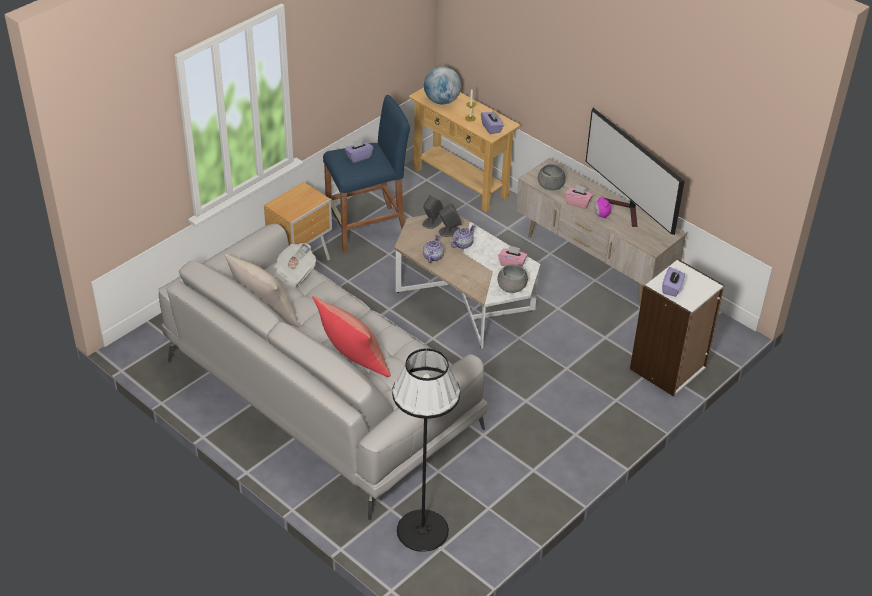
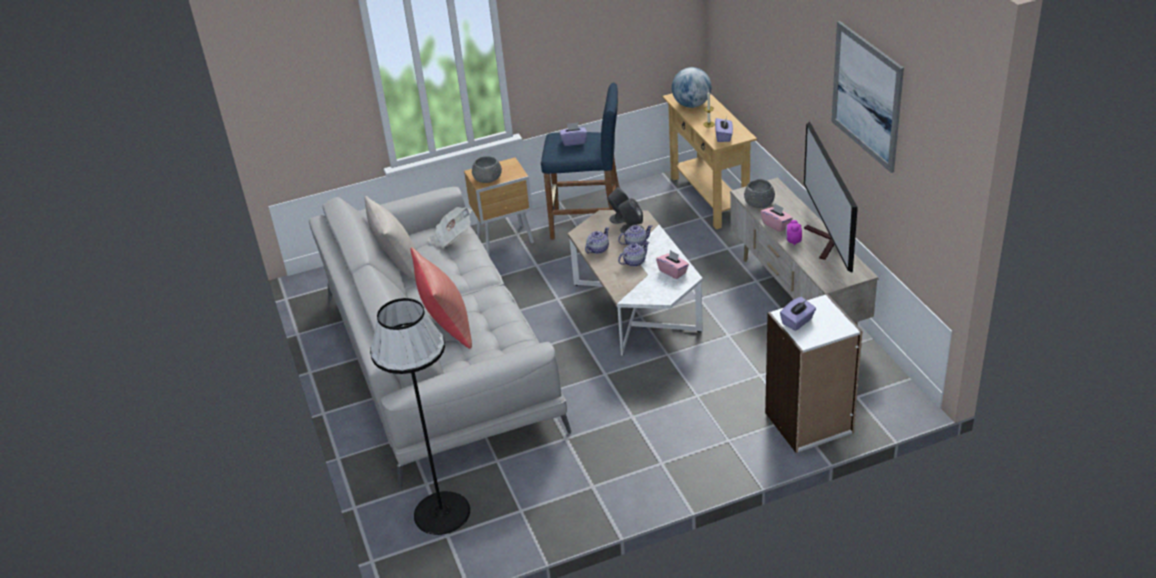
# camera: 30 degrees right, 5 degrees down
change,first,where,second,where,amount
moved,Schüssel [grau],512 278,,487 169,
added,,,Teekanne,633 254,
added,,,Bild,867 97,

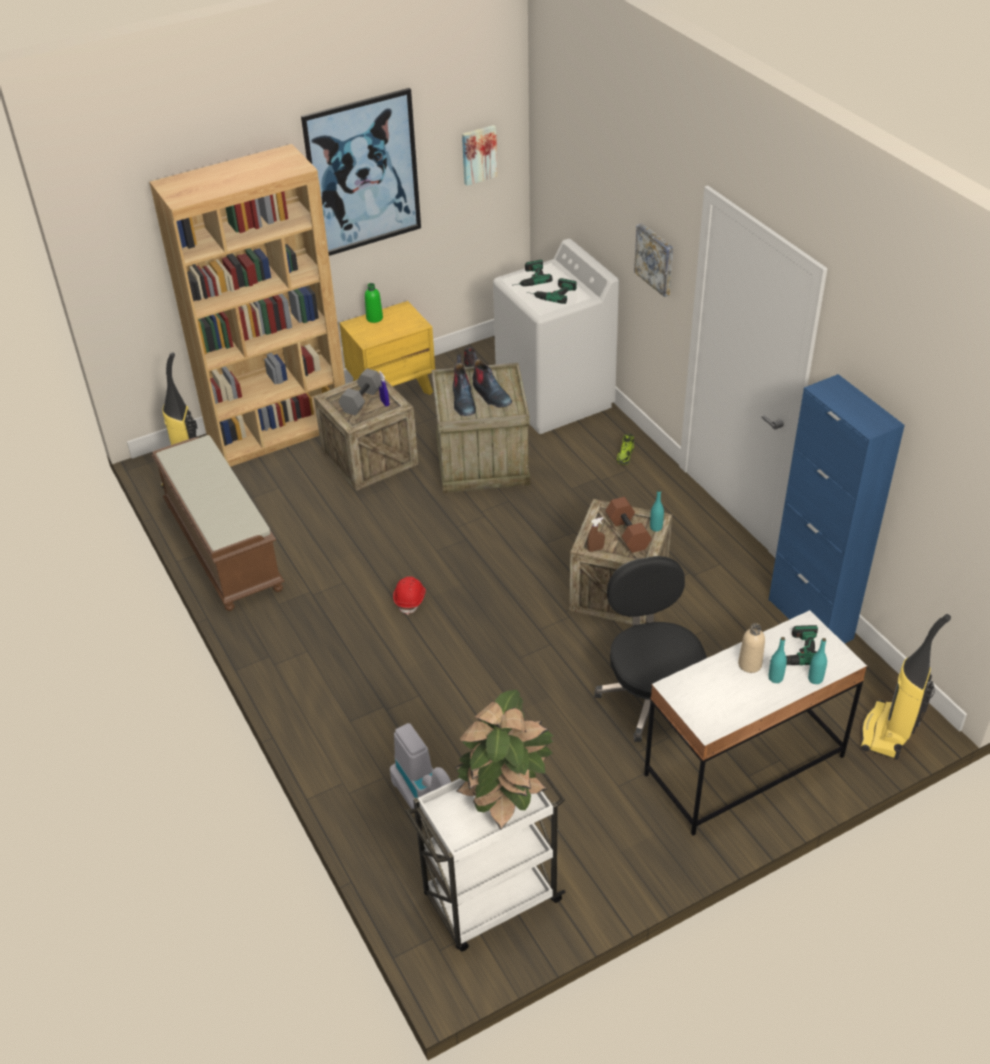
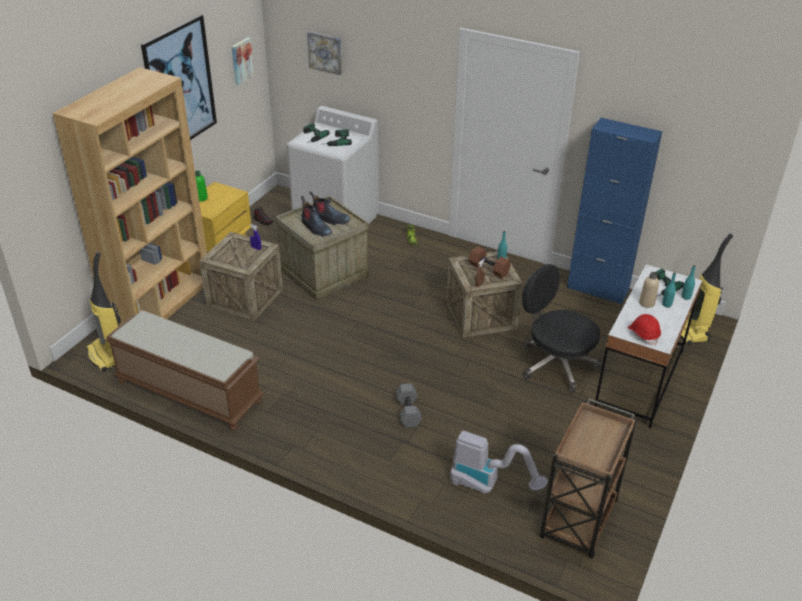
# camera: 35 degrees left, 5 degrees down
change,first,where,second,where,amount
moved,Bild,653 260,,324 53,
moved,Hantel [grau],360 391,,409 405,
recoloured,Rollwagen [weiß],485 862,Rollwagen [braun],588 478,
moved,Schutzhelm [rot],409 595,,644 329,
removed,Topfpflanze,504 760,,,

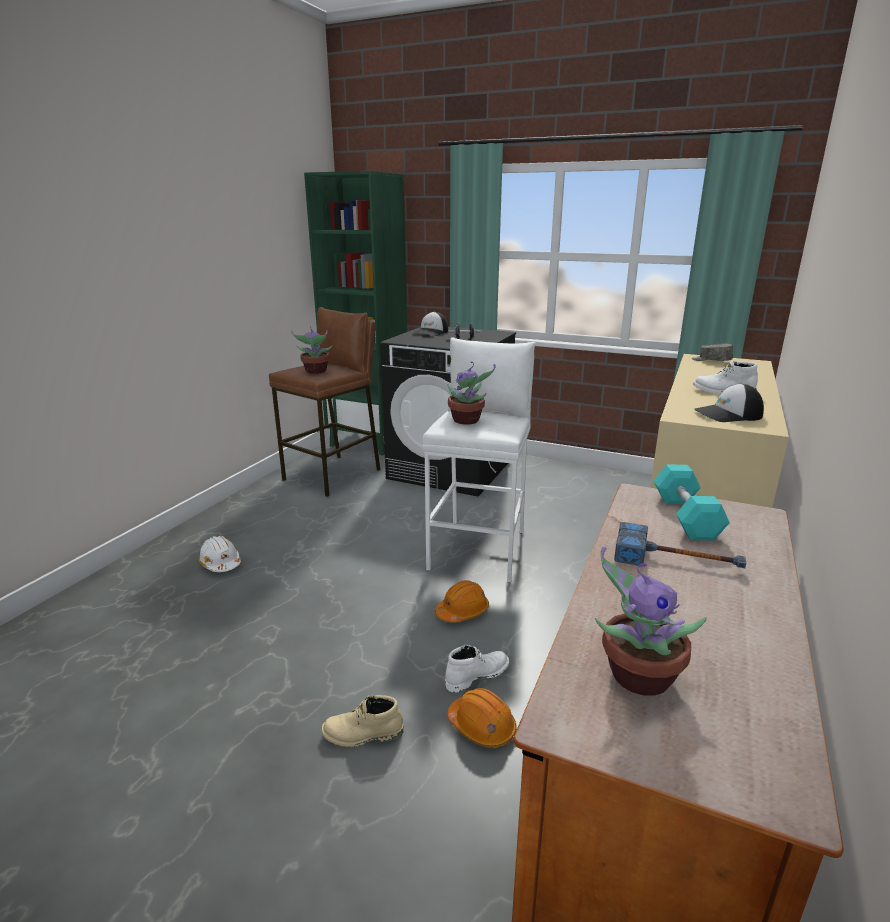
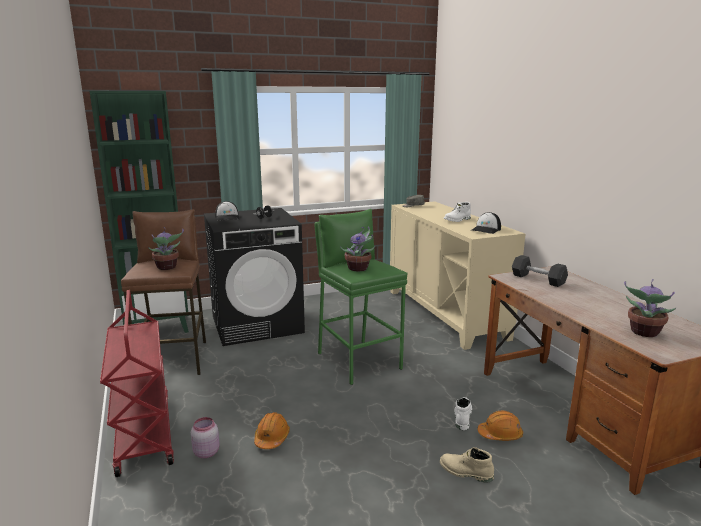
# camera: 45 degrees left, 5 degrees down
change,first,where,second,where,amount
added,,,Rollwagen [rot],137 383,
replaced,Schutzhelm [weiß],219 554,Vorratsglas [rosa],205 437,
moved,Schutzhelm [orange],462 601,,272 430,
recoloured,Hocker [weiß],479 460,Hocker [grün],360 297,
turned,Stiefel [beige],362 721,,467 465,75 degrees clockwise
recoloured,Hantel [türkis],692 502,Hantel [grau],540 271,
removed,Hammer,680 545,,,

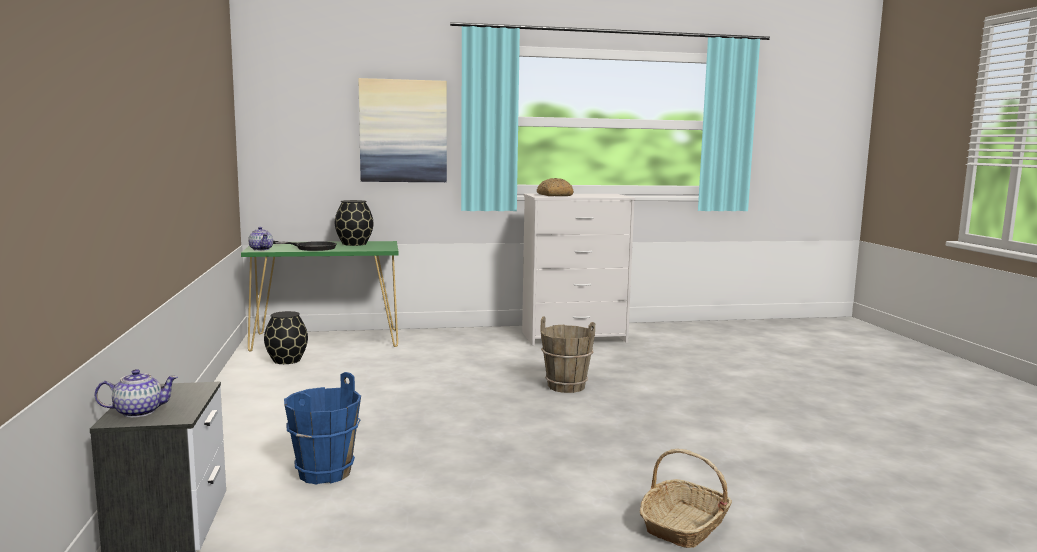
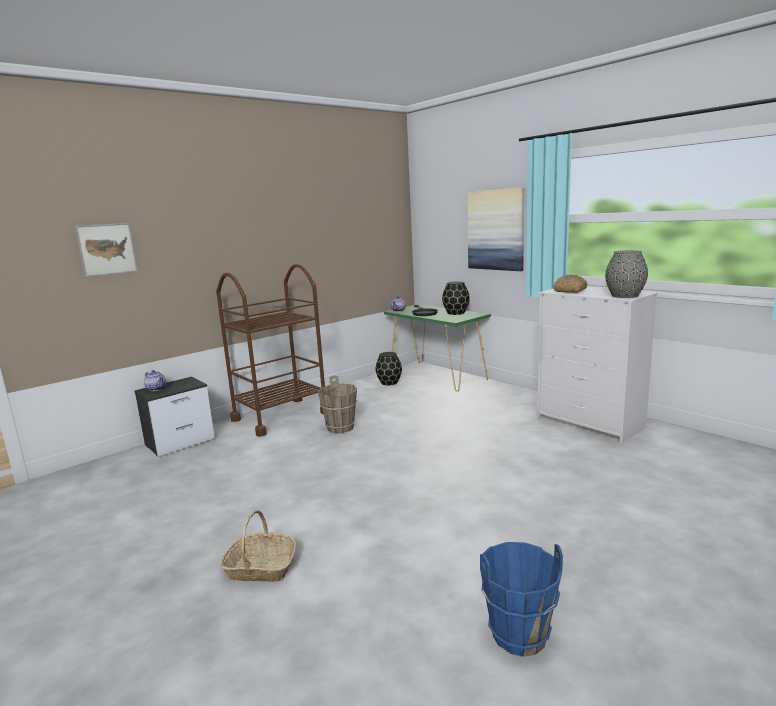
# camera: 60 degrees right, 5 degrees up
change,first,where,second,where,amount
added,,,Bild,106 250,
added,,,Rollwagen [braun],270 350,
moved,Eimer [braun],568 354,,337 405,
moved,Eimer [blau],322 428,,521 599,
added,,,Vase [grau],626 274,

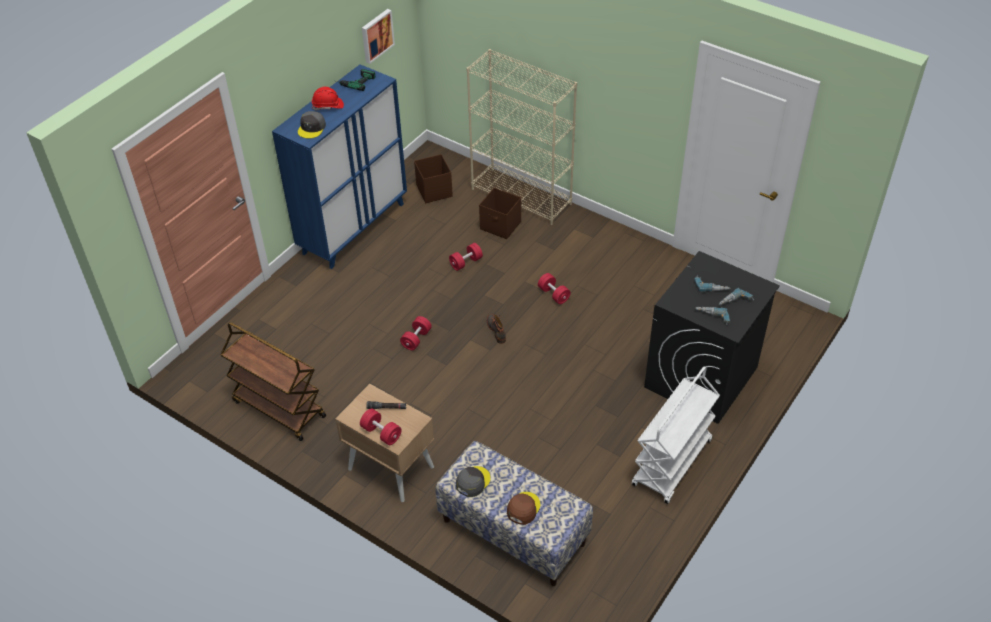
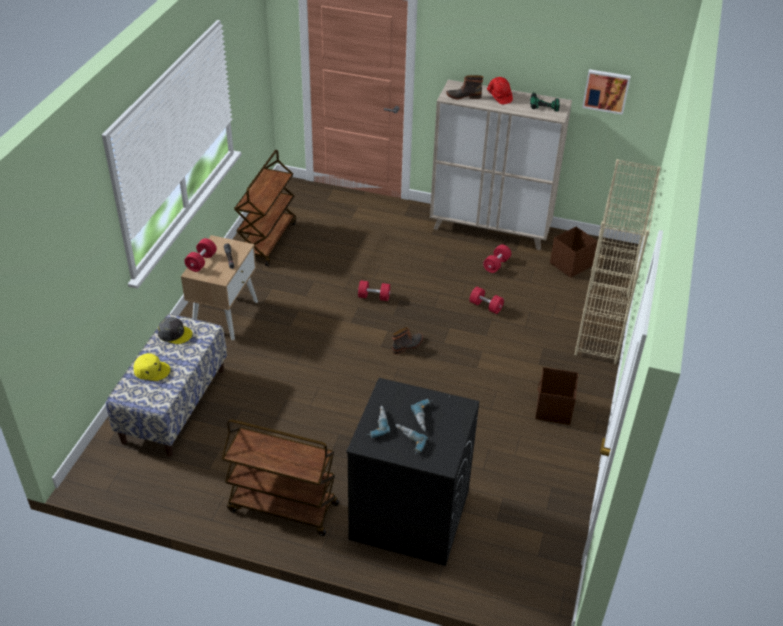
# camera: 70 degrees right, 5 degrees down
change,first,where,second,where,amount
recoloured,Kappe [braun],523 508,Kappe [gelb],152 367,
recoloured,Rollwagen [weiß],676 435,Rollwagen [braun],280 477,
recoloured,Schrank [blau],339 166,Schrank [beige],501 165,
replaced,Kappe [grau],312 125,Stiefel,464 87,
moved,Hantel [rot],554 288,,497 259,
moved,Aufbewahrungsbox [braun],500 213,,556 396,

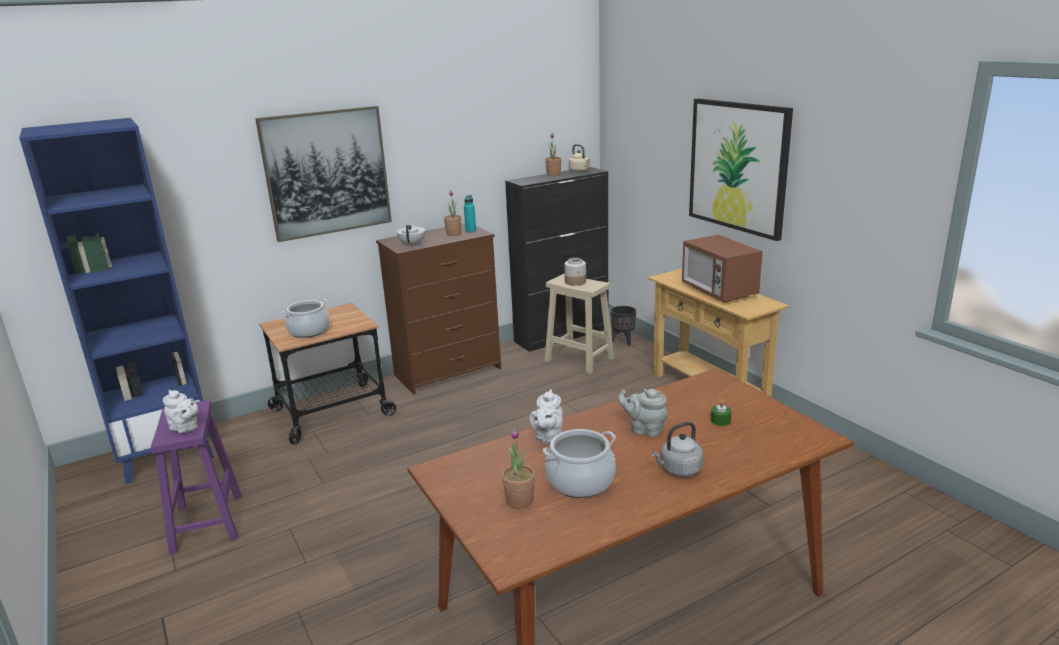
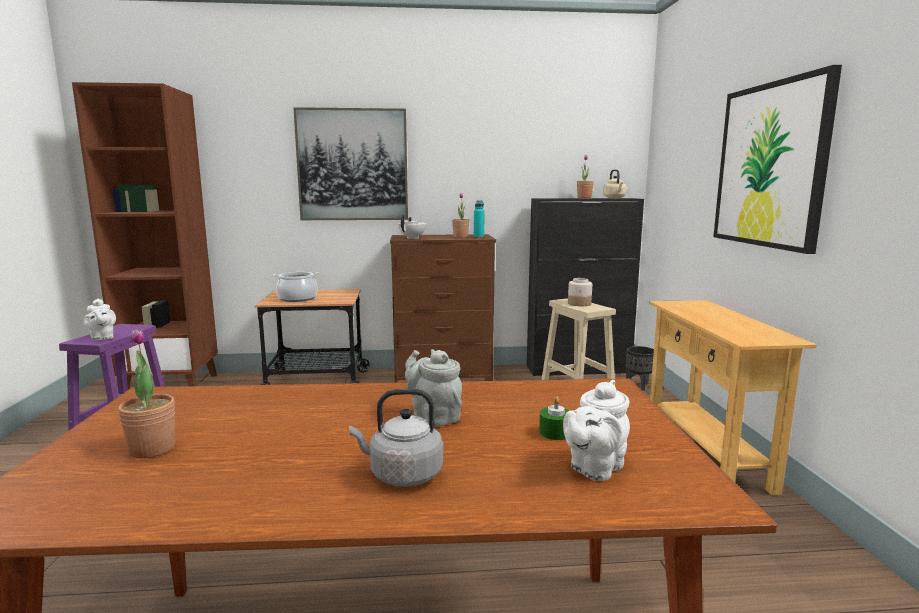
# camera: 25 degrees right, 10 degrees down
change,first,where,second,where,amount
recoloured,Bücherregal [blau],116 301,Bücherregal [braun],145 236,
moved,Teekanne [weiß],546 416,,596 430,
removed,Kochtopf,579 463,,,
removed,Mikrowelle,722 268,,,

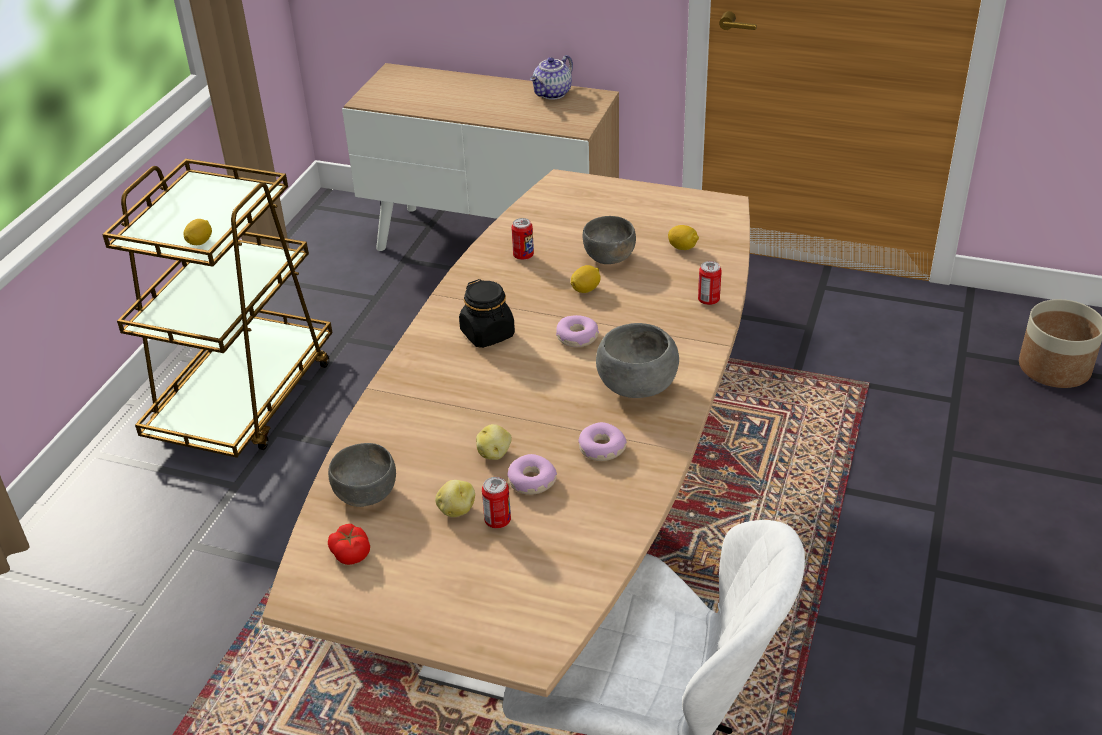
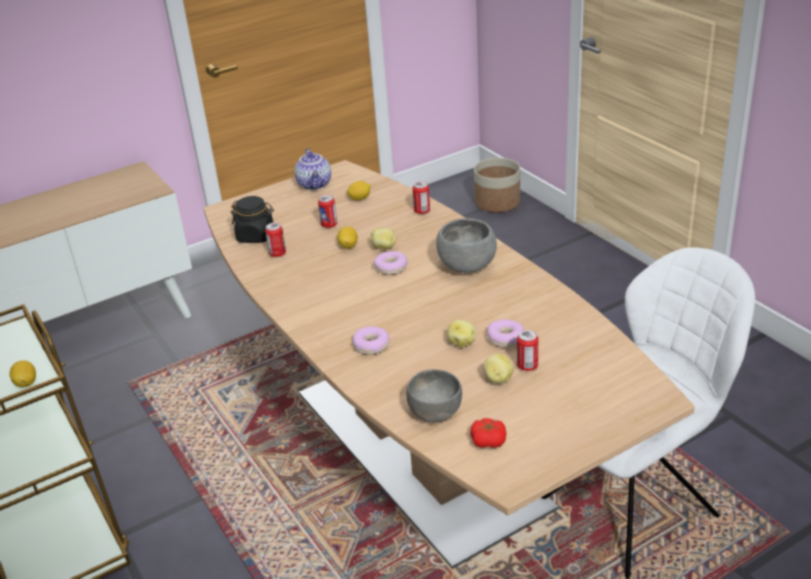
# camera: 50 degrees left, 5 degrees down
change,first,where,second,where,amount
moved,Vorratsglas [schwarz],487 313,,252 219,
moved,Teekanne,551 77,,312 169,
replaced,Schüssel [grau],609 240,Dose,327 211,
moved,Donut,602 441,,371 340,
added,,,Kartoffel,383 238,

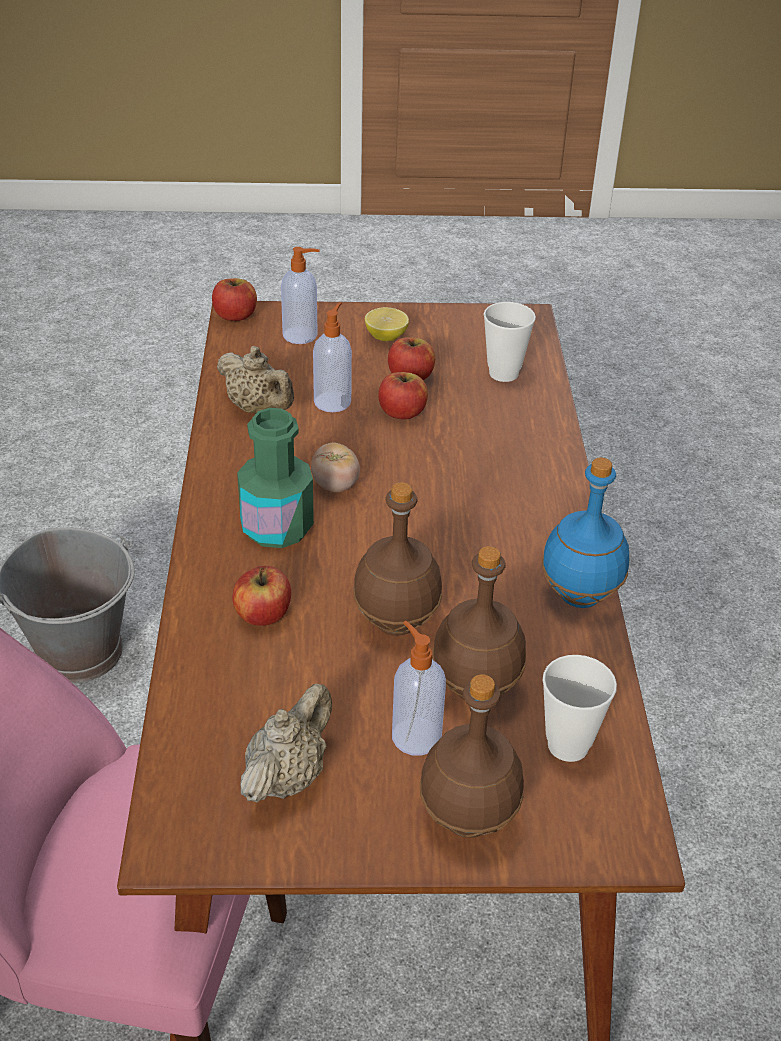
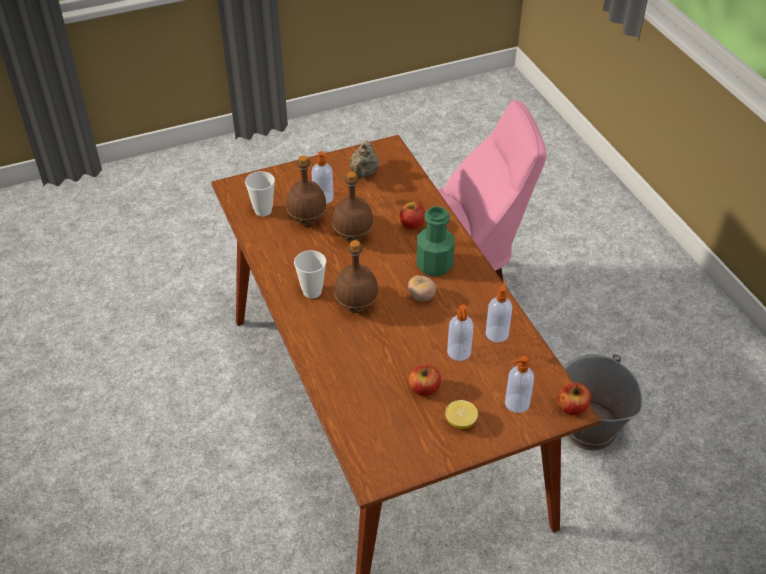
# camera: 160 degrees right, 5 degrees up
change,first,where,second,where,amount
moved,Tasse,510 342,,310 274,
moved,Flasche [braun],472 756,,356 276,
replaced,Teekanne [beige],255 380,Seifenspender,498 311,
removed,Apfel,403 395,,,
removed,Flasche [blau],585 532,,,

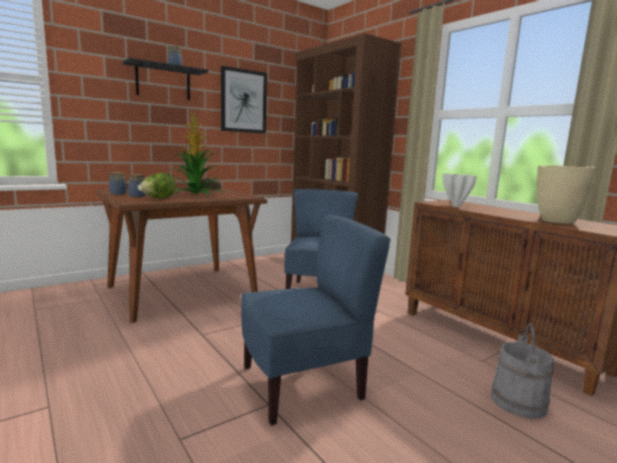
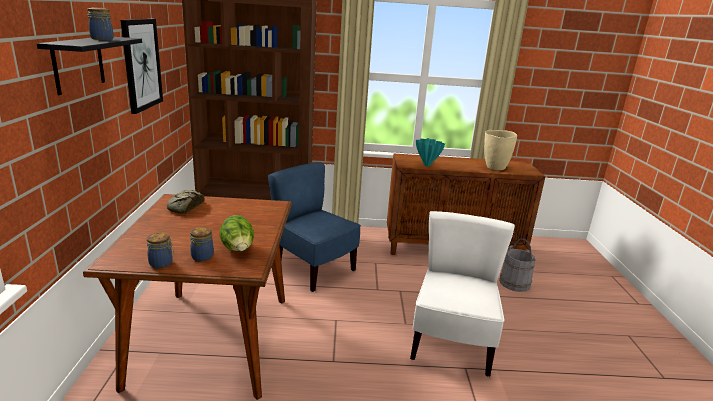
# camera: 55 degrees left, 10 degrees up
change,first,where,second,where,amount
recoloured,Stuhl [blau],316 320,Stuhl [weiß],462 293,
recoloured,Vase [weiß],459 190,Vase [türkis],430 152,
removed,Topfpflanze,195 152,,,

